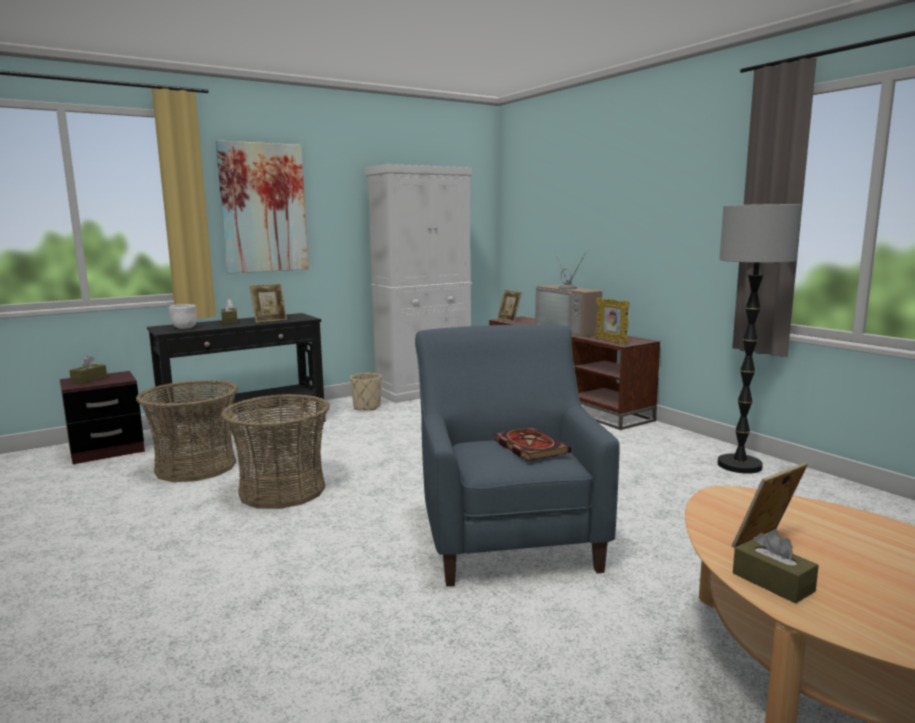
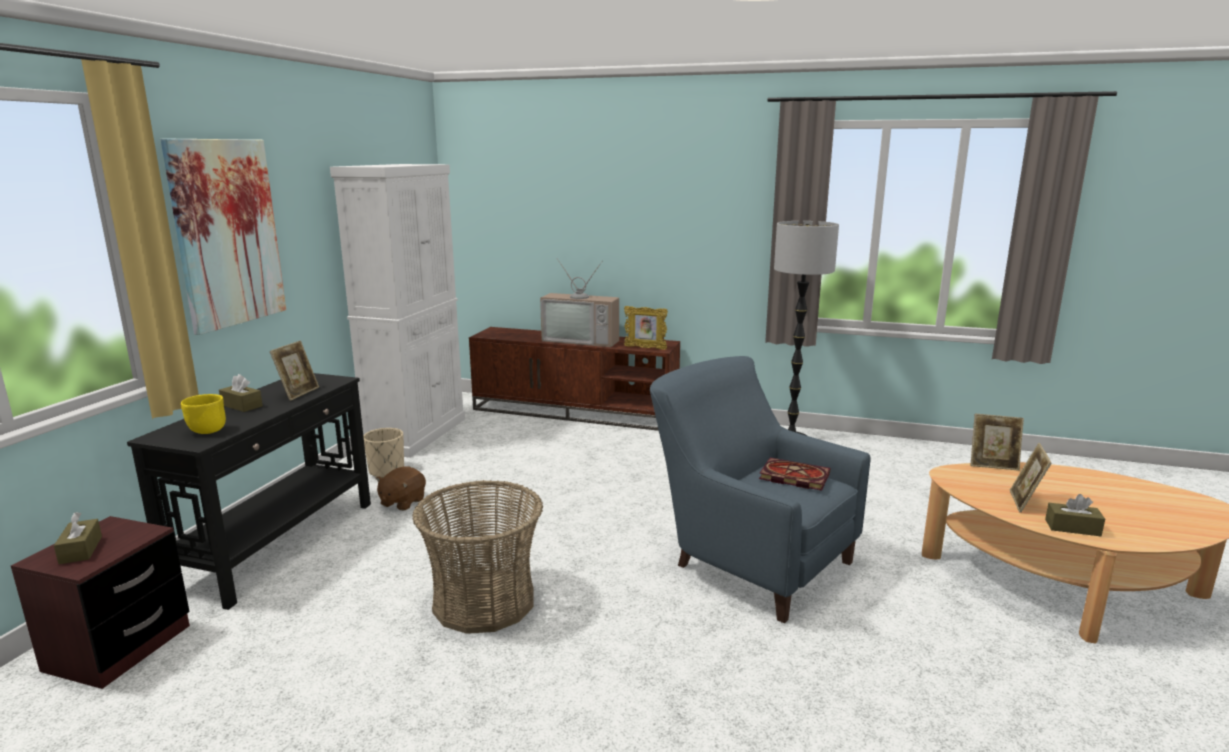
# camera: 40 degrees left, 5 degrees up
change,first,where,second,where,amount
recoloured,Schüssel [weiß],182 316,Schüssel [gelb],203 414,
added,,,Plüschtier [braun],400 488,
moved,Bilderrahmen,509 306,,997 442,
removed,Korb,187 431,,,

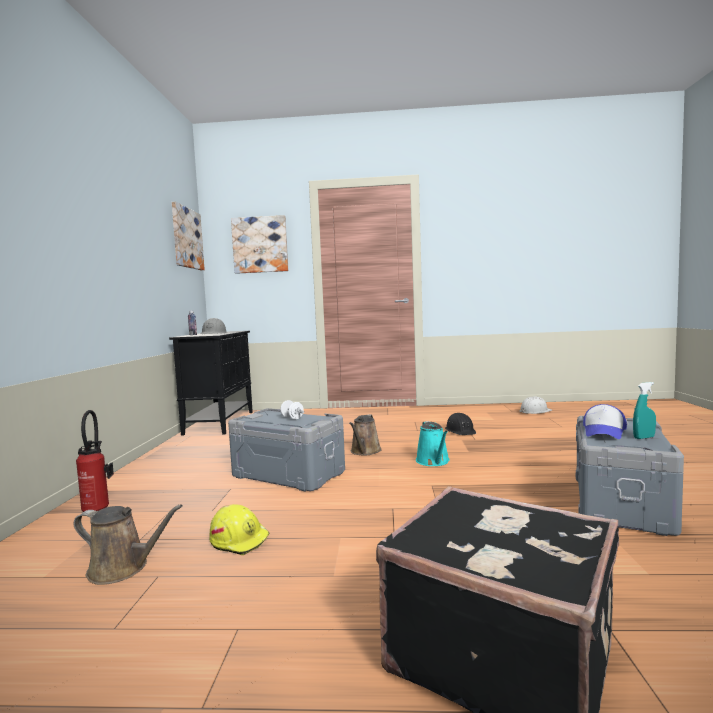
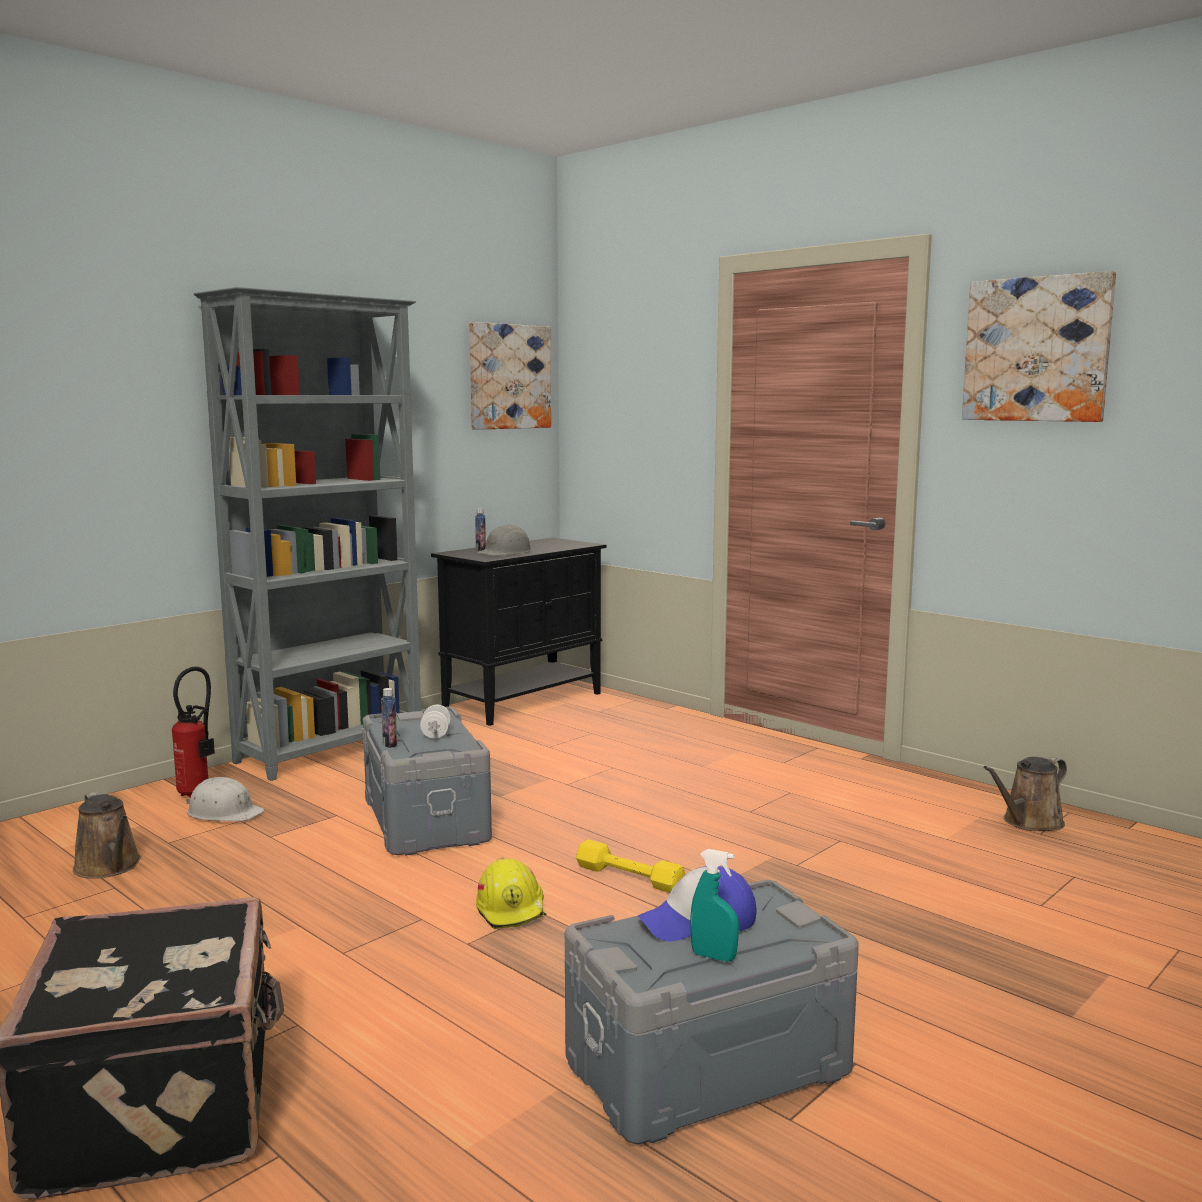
# camera: 40 degrees right, 5 degrees up
change,first,where,second,where,amount
moved,Schutzhelm [weiß],536 405,,225 799,
added,,,Bücherregal [grau],307 534,
added,,,Flasche,389 718,
moved,Schutzhelm [gelb],239 529,,511 893,
replaced,Gießkanne [türkis],433 443,Hantel [gelb],631 866,
moved,Bild,259 244,,1039 346,
moved,Gießkanne [braun],365 434,,1025 794,
removed,Schutzhelm [schwarz],460 424,,,

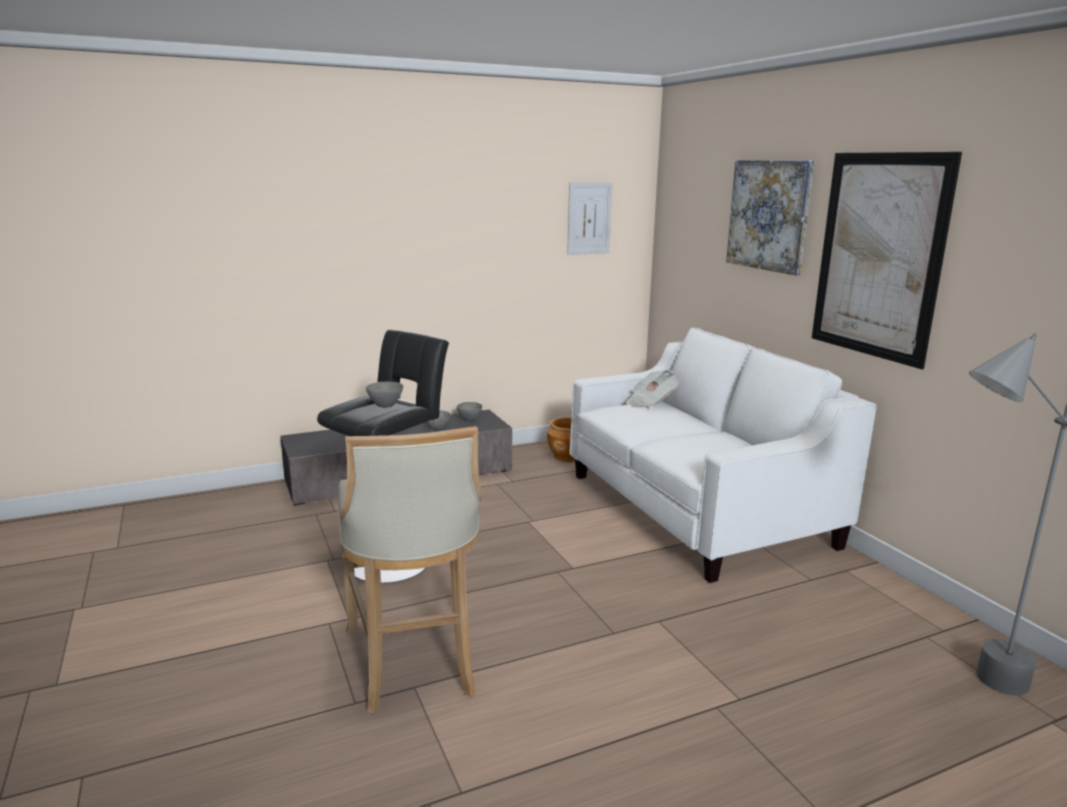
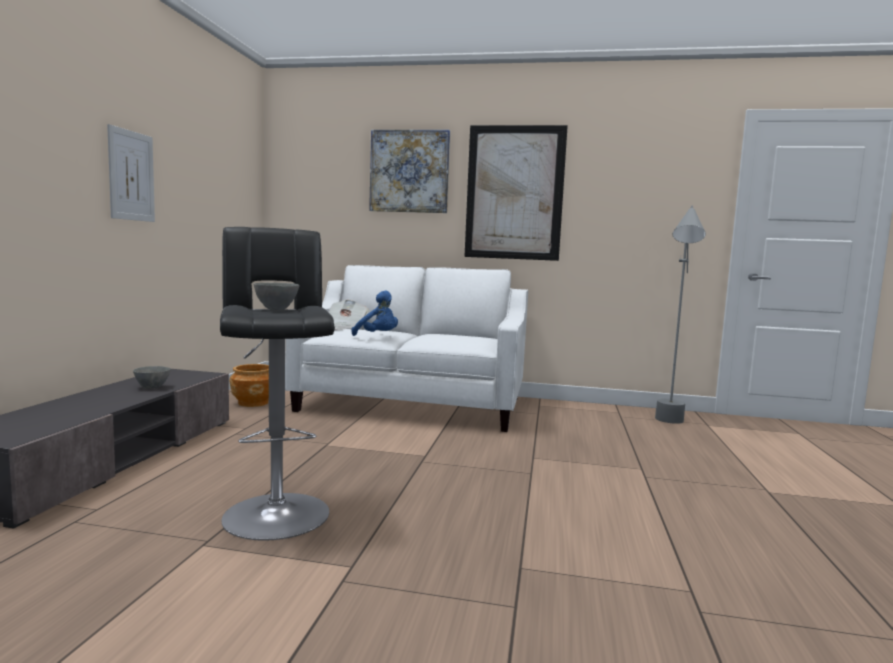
# camera: 55 degrees left, 10 degrees down
change,first,where,second,where,amount
moved,Bild,589 218,,131 173,
added,,,Plüschtier [blau],374 313,
removed,Hocker [beige],410 570,,,
removed,Schüssel [grau],469 411,,,

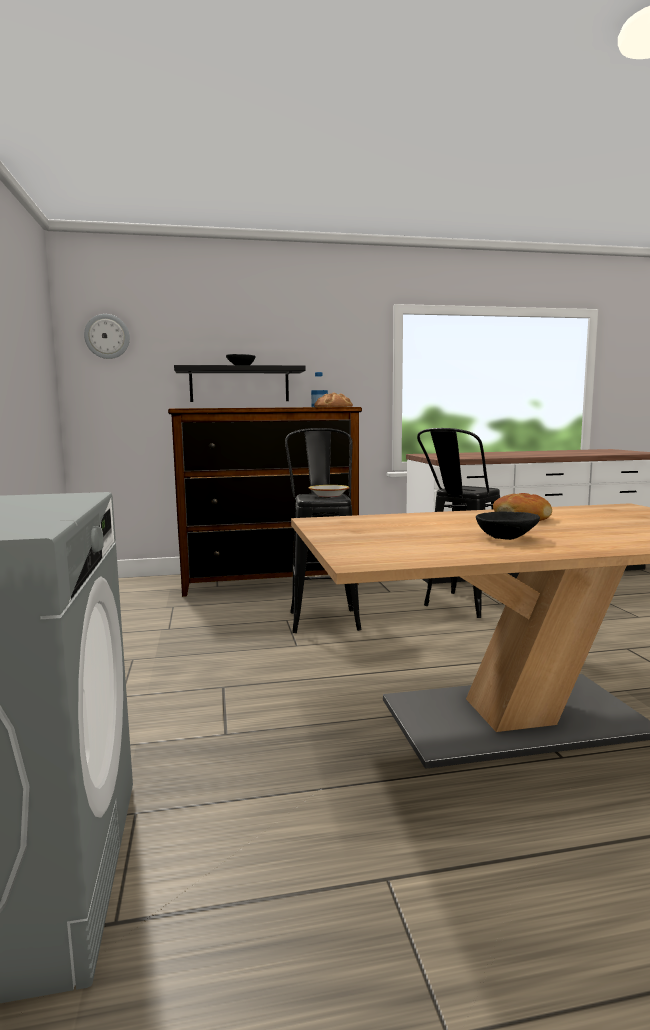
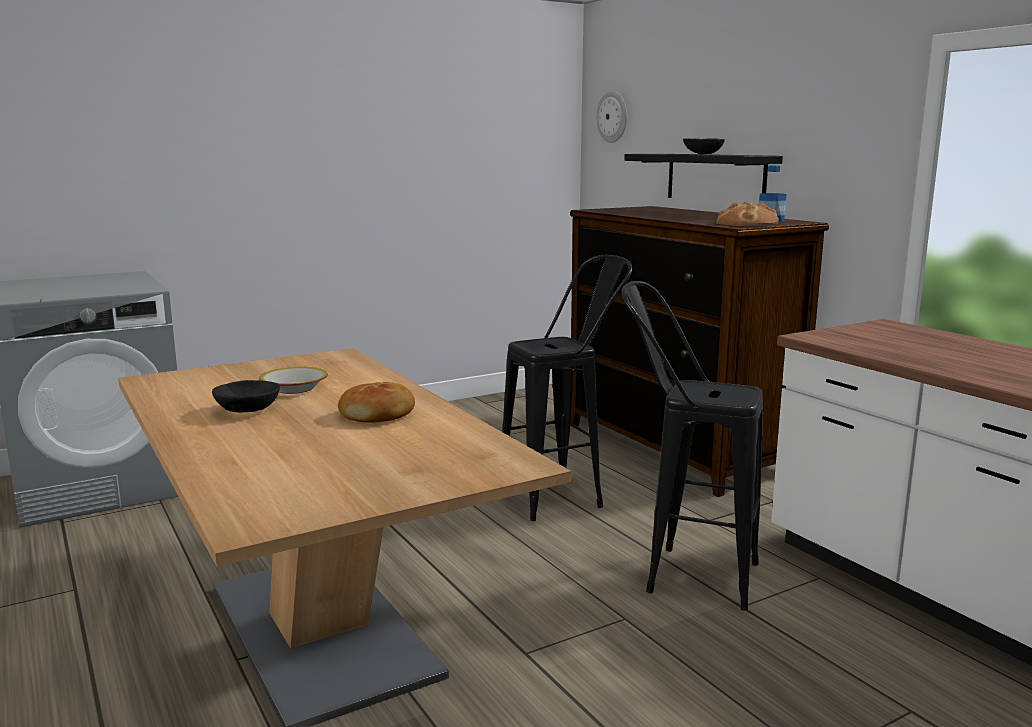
# camera: 70 degrees right, 5 degrees up
change,first,where,second,where,amount
moved,Schüssel,329 491,,293 380,

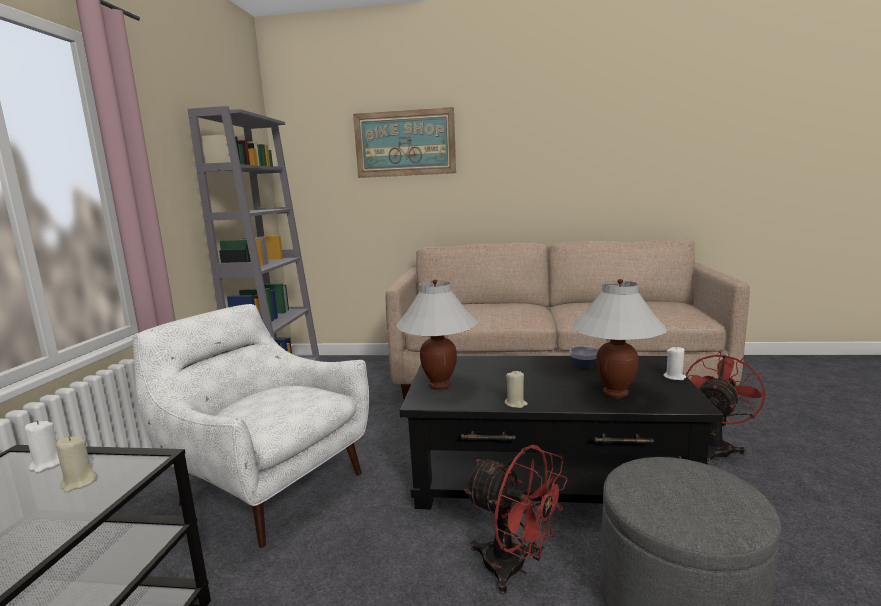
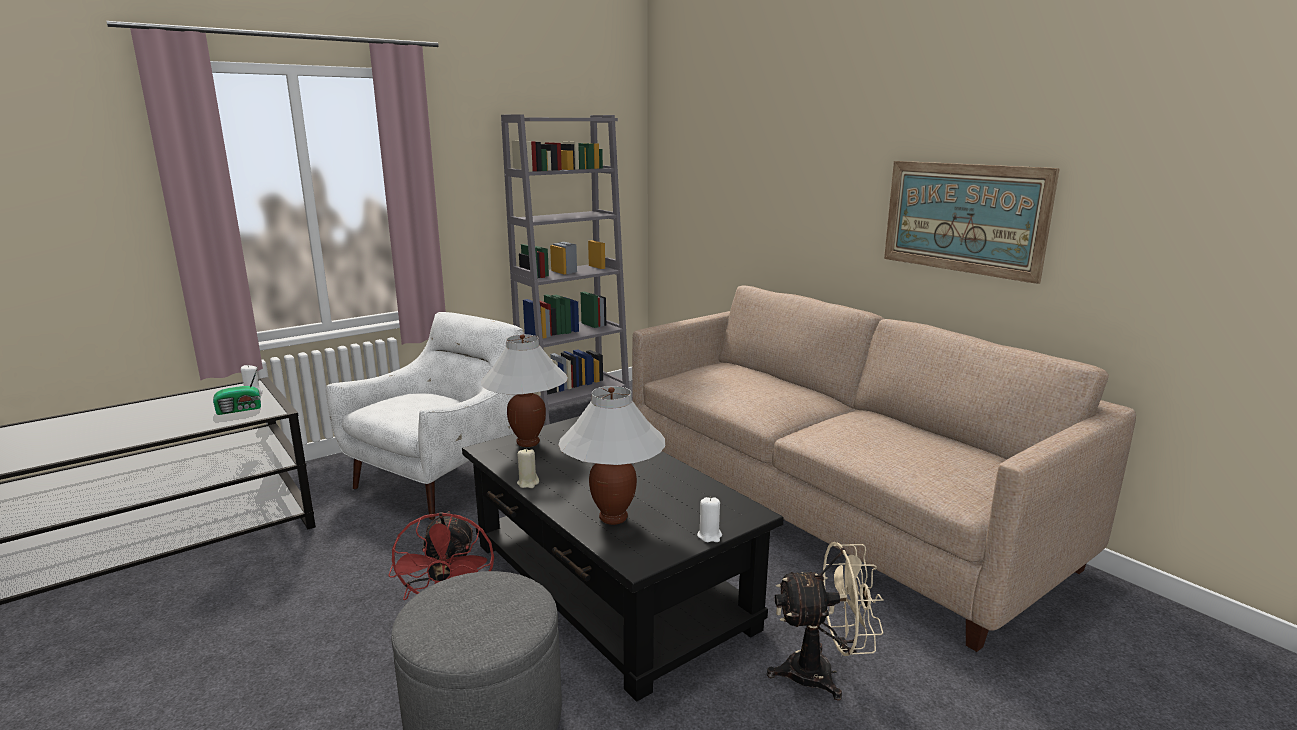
# camera: 45 degrees right, 5 degrees up
change,first,where,second,where,amount
replaced,Kerze [beige],77 464,Radio,237 391,
turned,Sessel [weiß],250 426,,424 416,45 degrees clockwise
recoloured,Ventilator [rot],726 407,Ventilator [beige],825 621,
moved,Bild,404 142,,972 222,
removed,Schüssel,584 357,,,

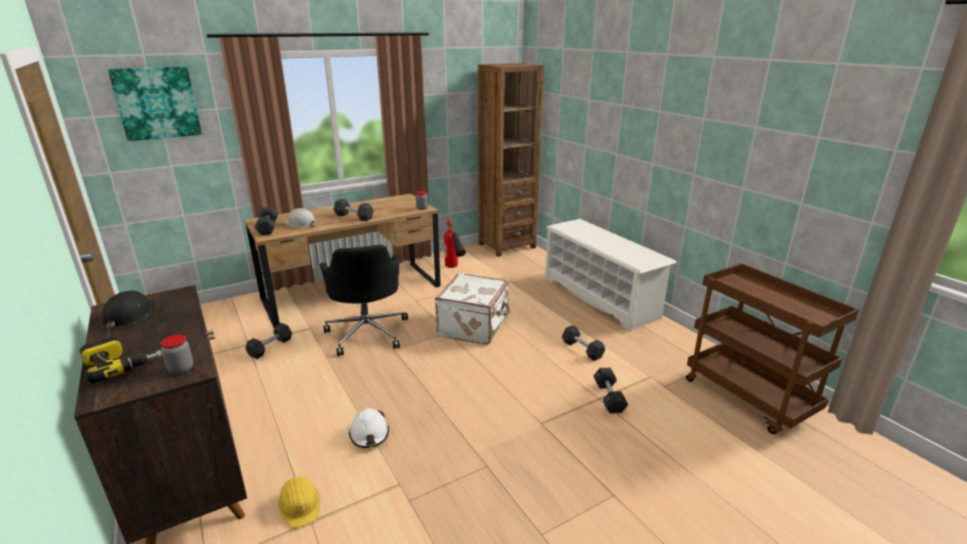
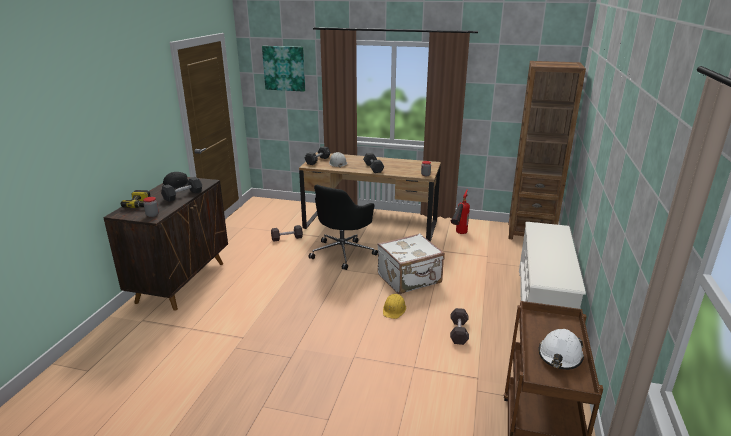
# camera: 45 degrees right, 0 degrees up
change,first,where,second,where,amount
moved,Hantel [schwarz],611 391,,181 189,
moved,Schutzhelm [gelb],299 502,,394 306,
moved,Schutzhelm [weiß],369 428,,561 349,

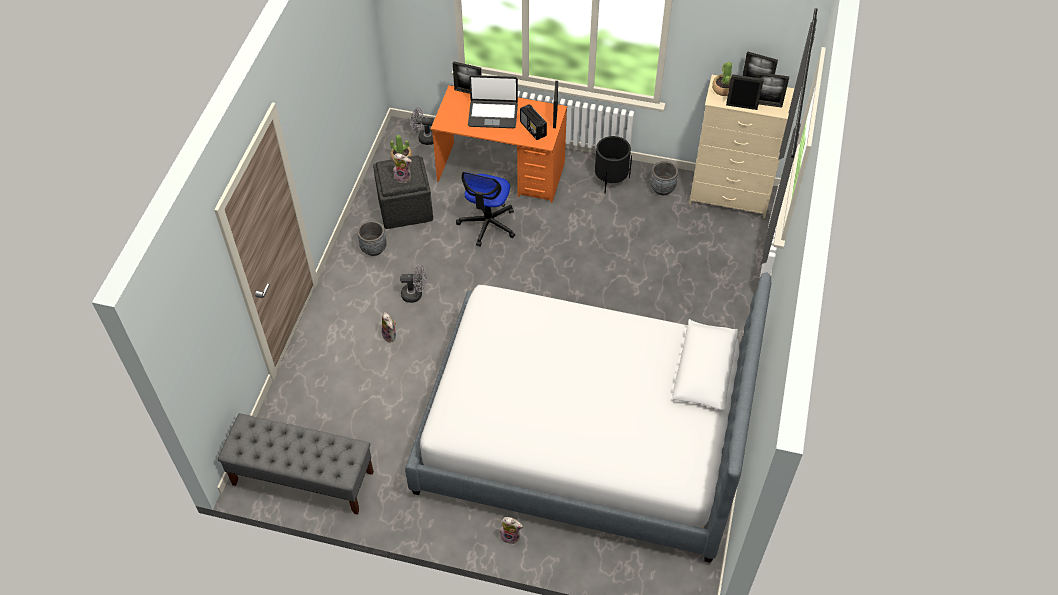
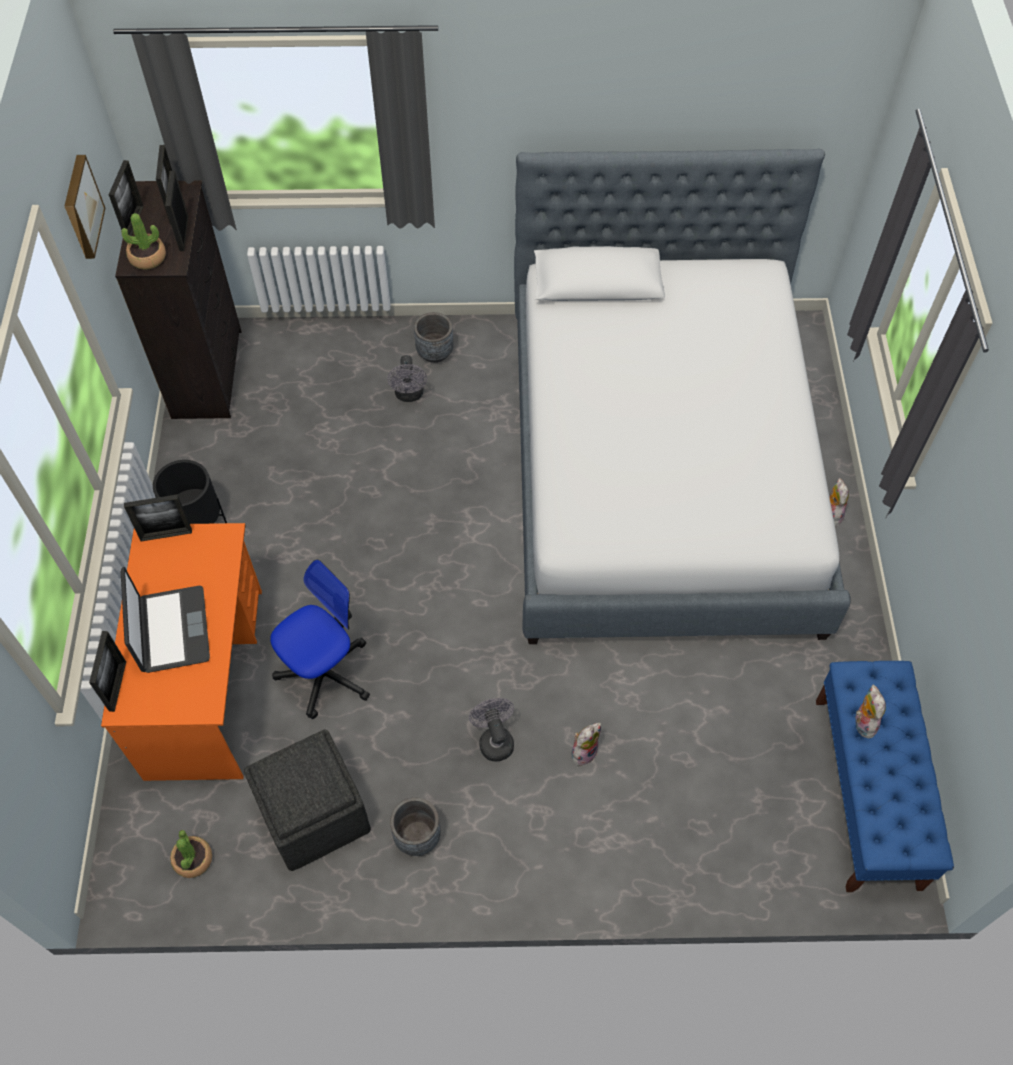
# camera: 105 degrees left, 5 degrees up
change,first,where,second,where,amount
added,,,Bild,85 207,
recoloured,Kommode [beige],742 146,Kommode [schwarz],178 299,
turned,Bürostuhl,485 209,,320 639,45 degrees counterclockwise
moved,Ventilator [grau],422 126,,407 378,
moved,Pflanzkübel [grau],664 178,,434 337,
recoloured,Bank [grau],296 464,Bank [blau],885 776,
moved,Plüschtier,402 168,,870 711,
removed,Radio,533 122,,,

